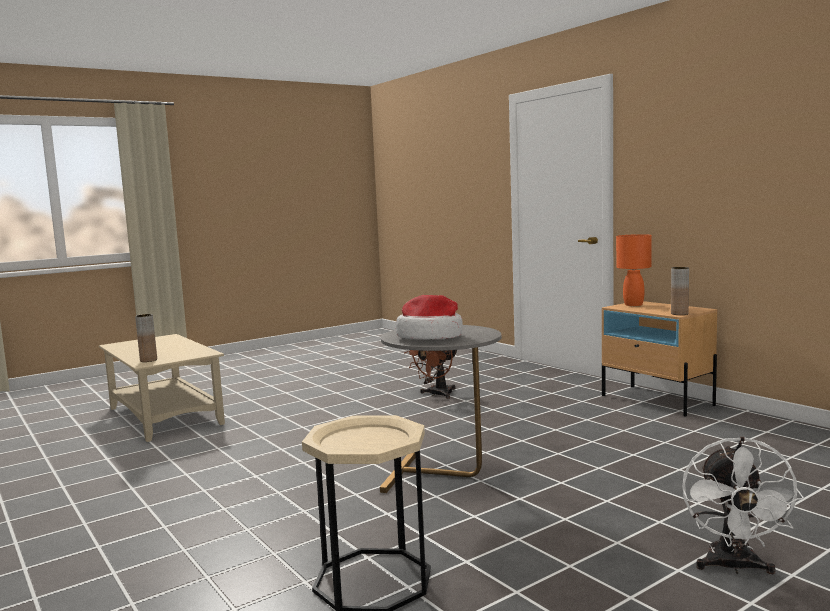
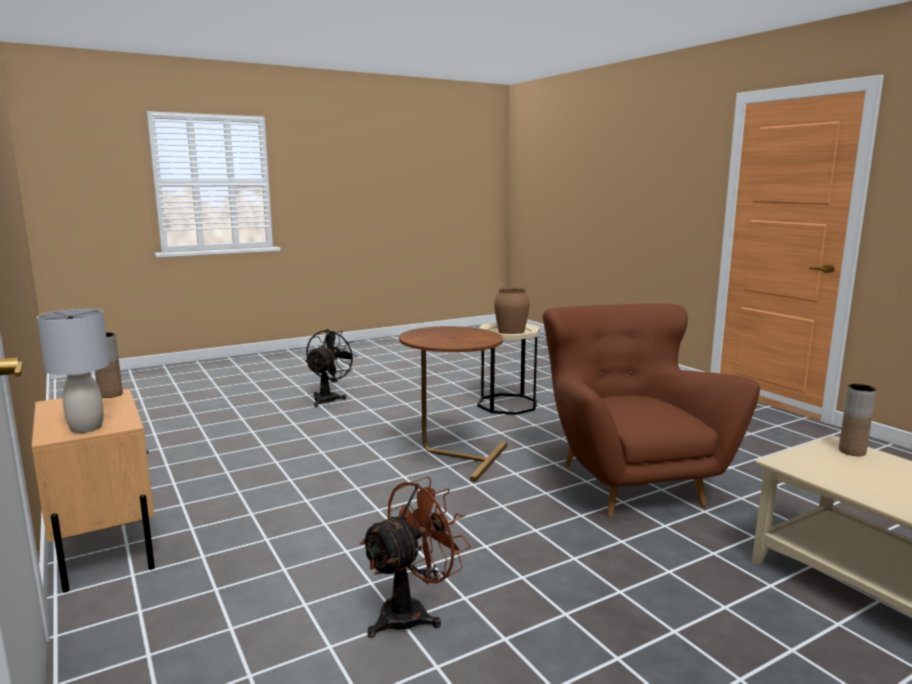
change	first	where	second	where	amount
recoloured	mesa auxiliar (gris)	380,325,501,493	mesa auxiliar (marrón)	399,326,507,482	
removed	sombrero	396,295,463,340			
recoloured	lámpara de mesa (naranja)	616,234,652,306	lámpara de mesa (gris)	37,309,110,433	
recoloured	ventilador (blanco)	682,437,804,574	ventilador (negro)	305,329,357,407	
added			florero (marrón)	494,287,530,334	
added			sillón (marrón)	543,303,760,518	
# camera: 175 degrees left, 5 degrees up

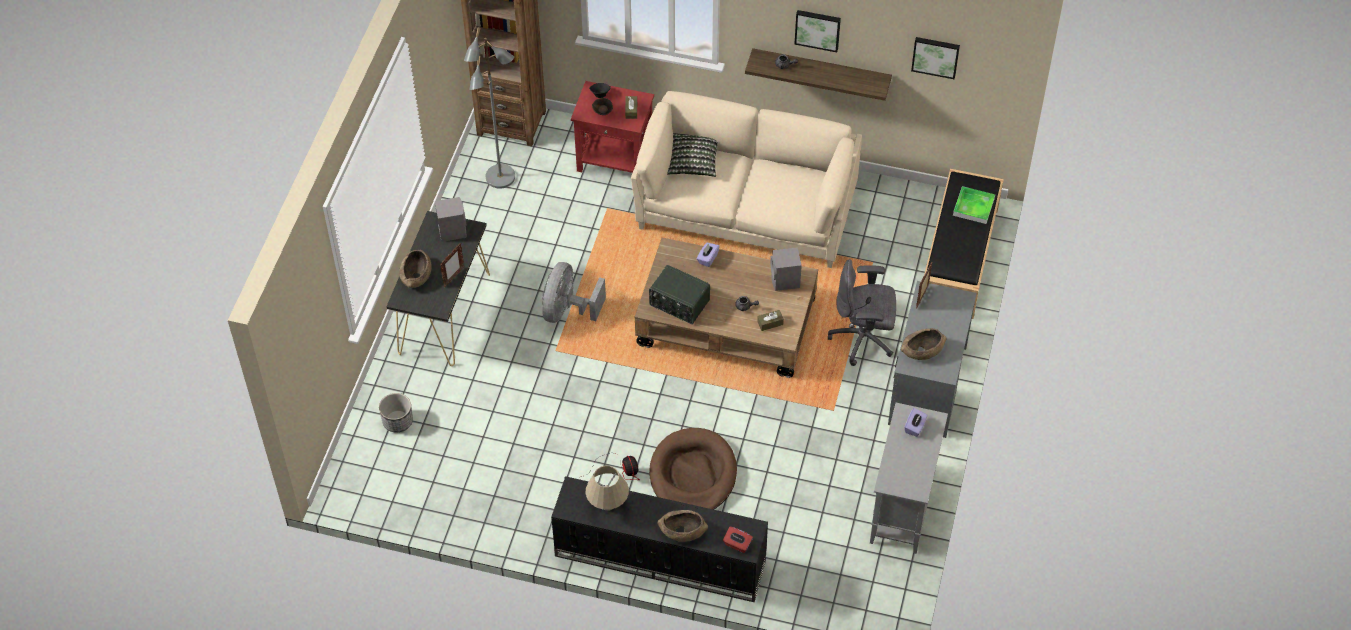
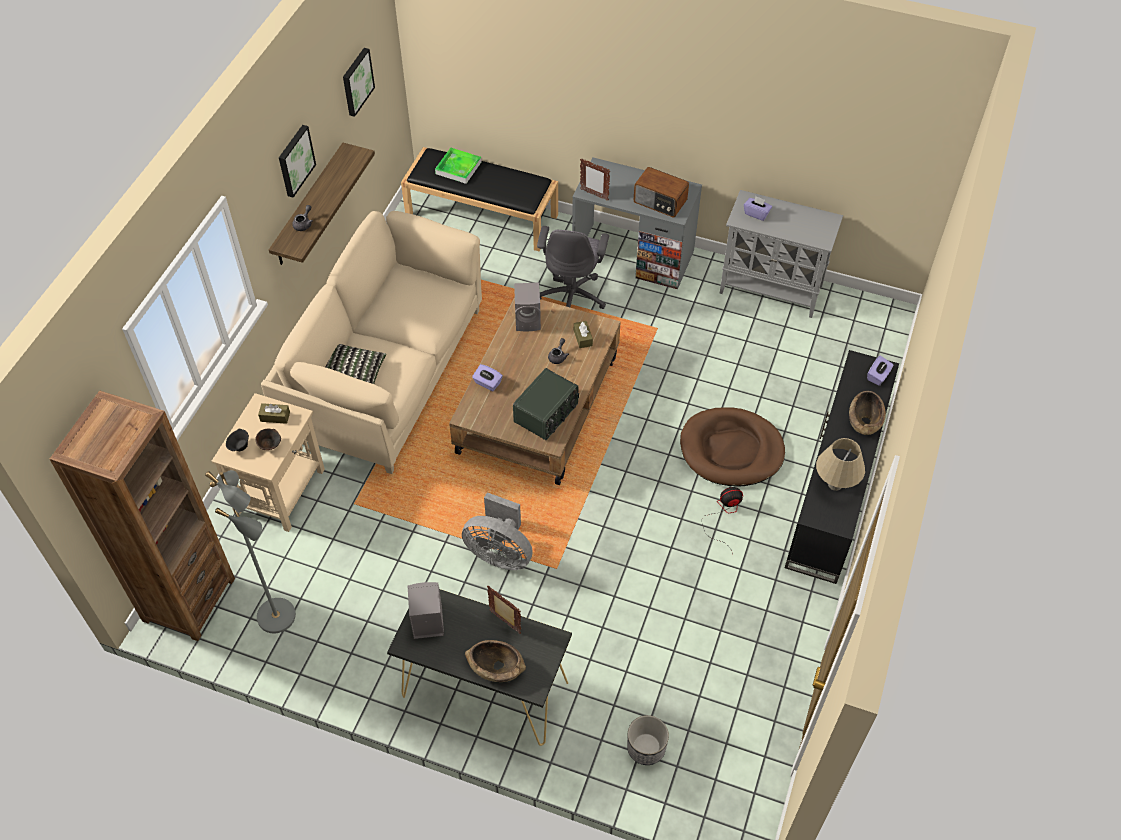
change	first	where	second	where	amount
recoloured	mesa auxiliar (rojo)	571,81,654,173	mesa auxiliar (beis)	212,393,325,532	
recoloured	caja de pañuelos (rojo)	723,527,753,553	caja de pañuelos (morado)	867,355,893,386	
replaced	cuenco (marrón)	901,328,947,360	radio	633,167,689,218	
# camera: 85 degrees left, 0 degrees up

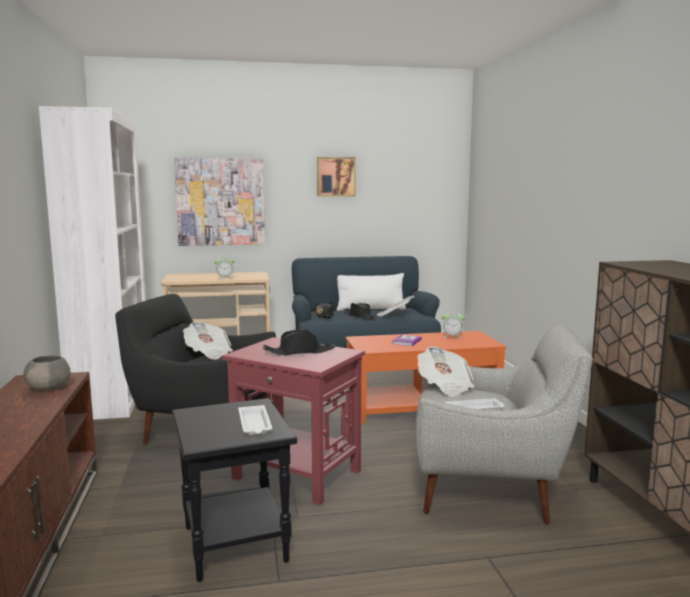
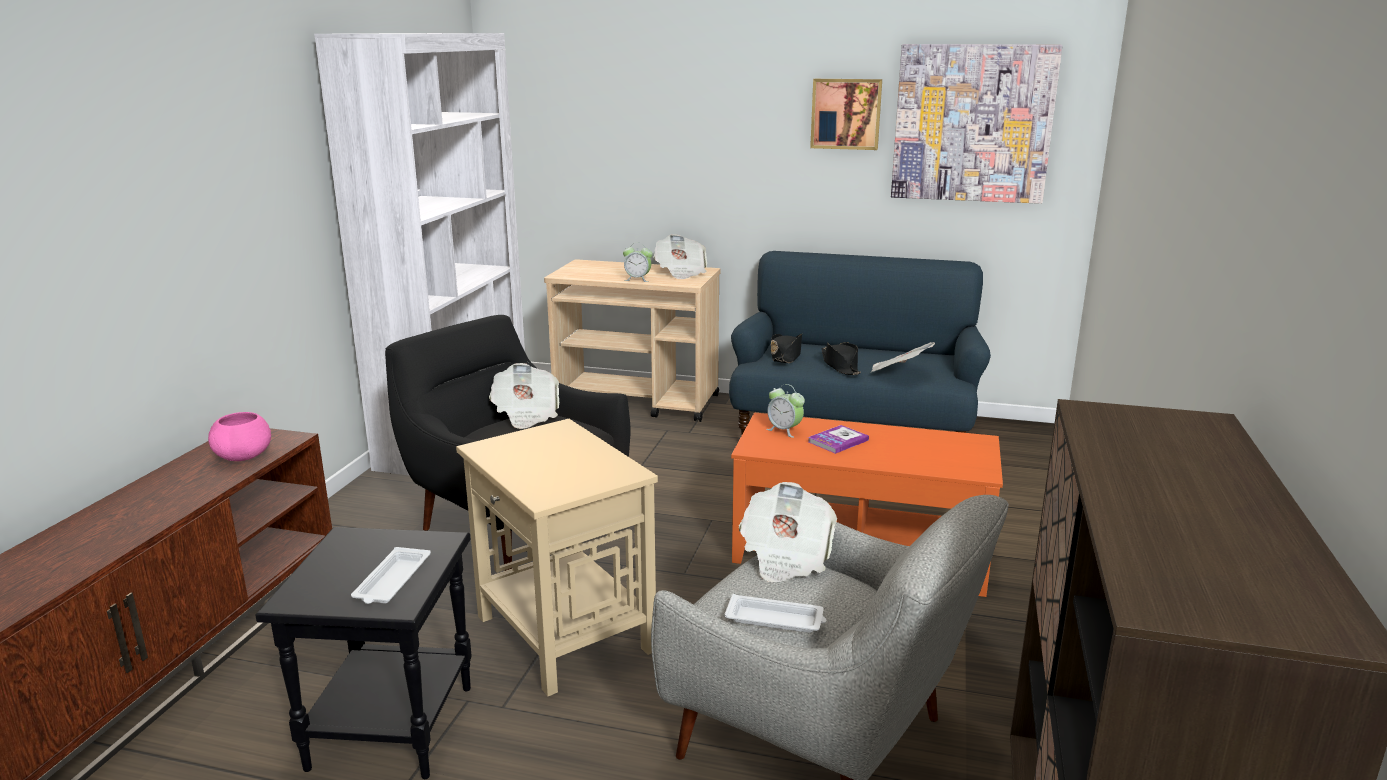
change	first	where	second	where	amount
recoloured	cuenco (gris)	23,355,71,391	cuenco (rosa)	208,412,271,461	
moved	cuadro	174,158,265,246		891,44,1062,204	
recoloured	mesa auxiliar (rojo)	222,337,365,505	mesa auxiliar (beis)	456,419,658,696	
removed	sombrero (negro)	263,330,335,356			
removed	cojín (blanco)	337,273,406,311			
moved	despertador	442,309,465,339		766,384,805,438	
added			periódico	654,234,707,279	
# camera: 25 degrees right, 10 degrees up

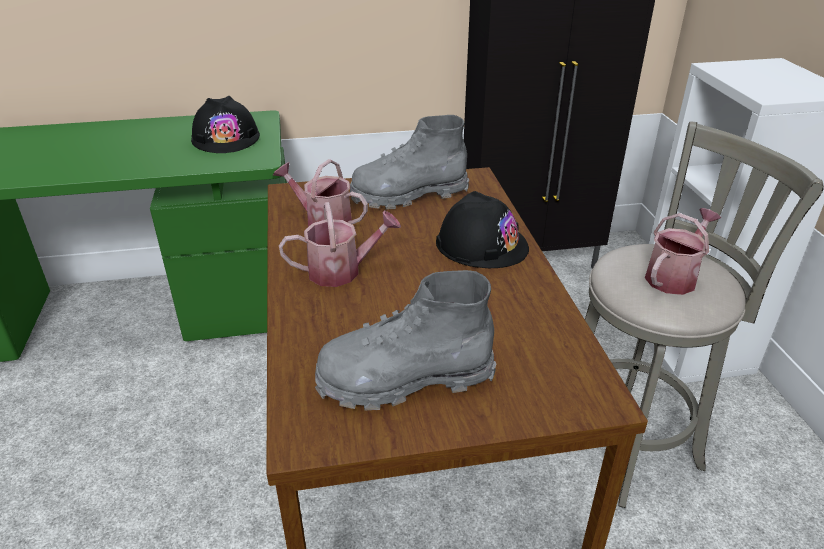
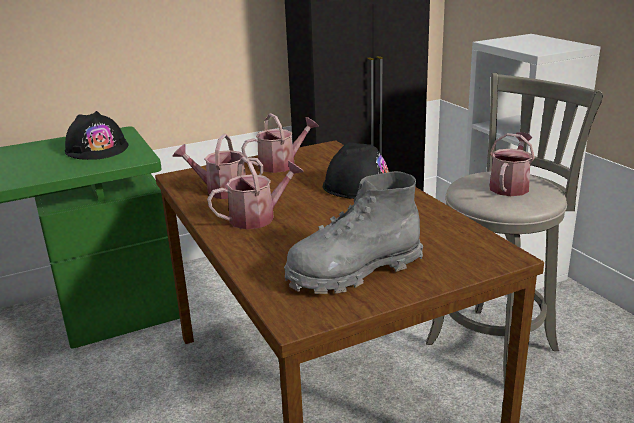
change	first	where	second	where	amount
replaced	bota (gris)	350,115,470,209	regadera	241,113,319,173	
# camera: 15 degrees left, 10 degrees down

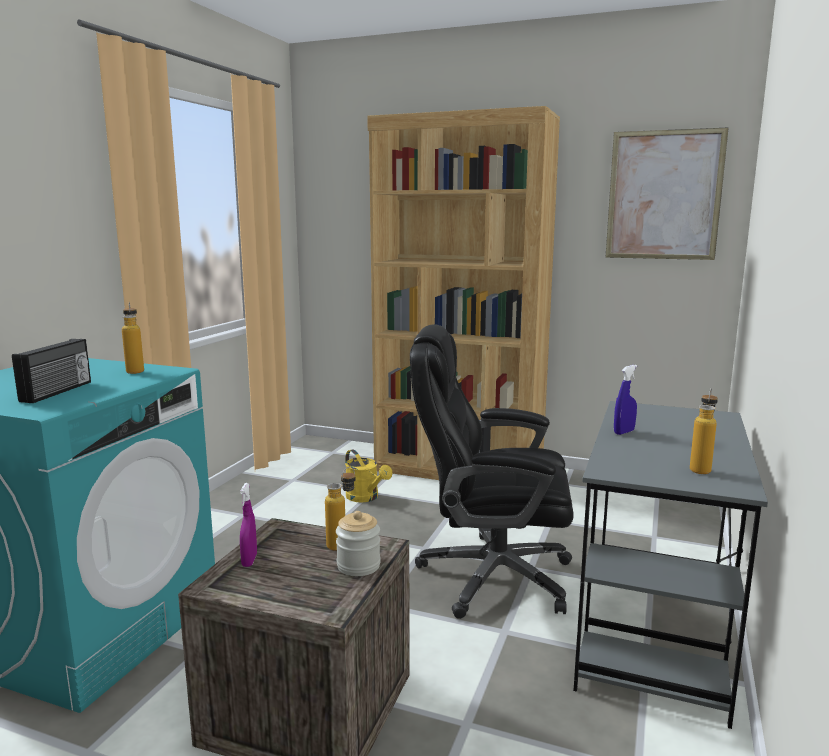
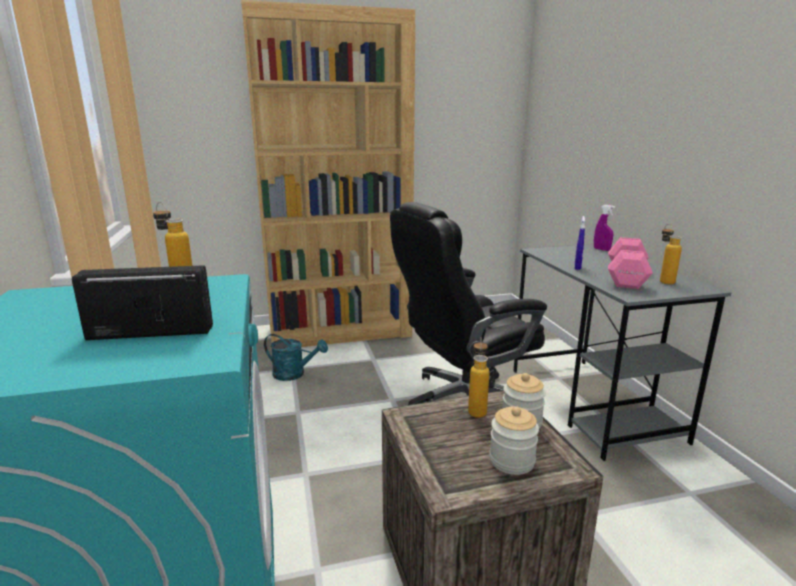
change	first	where	second	where	amount
turned	radio	12,339,91,403		72,265,213,340	75 degrees counterclockwise
moved	pulverizador (morado)	240,483,257,567		594,205,615,251	
recoloured	regadera (amarillo)	345,449,392,503	regadera (turquesa)	264,334,328,381	
removed	cuadro	606,128,729,260			
added			tarro	489,406,539,475	
added			mancuerna (rosa)	608,237,653,289	
# camera: 35 degrees left, 5 degrees up

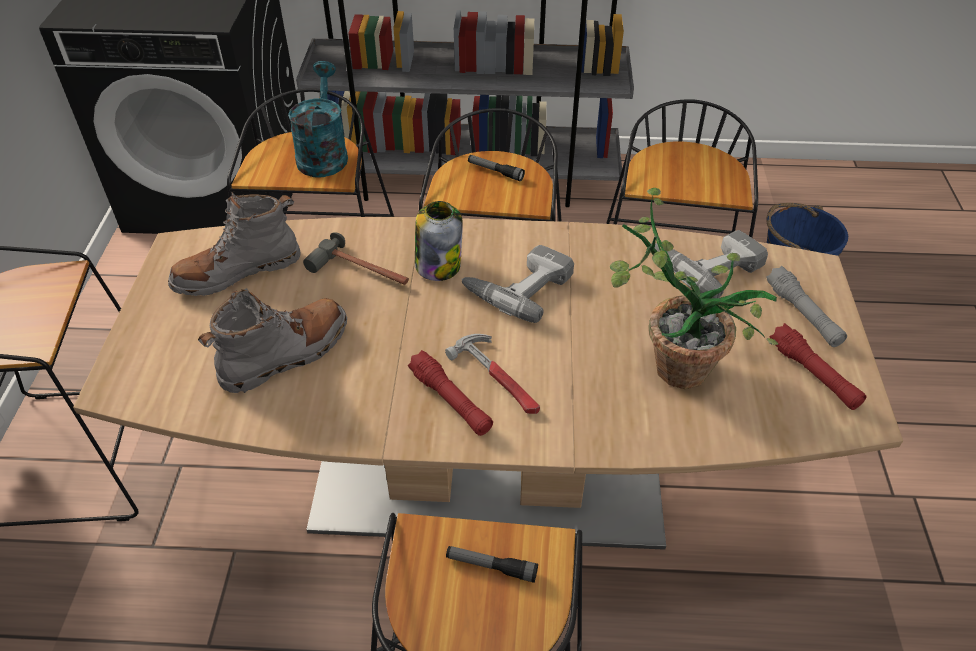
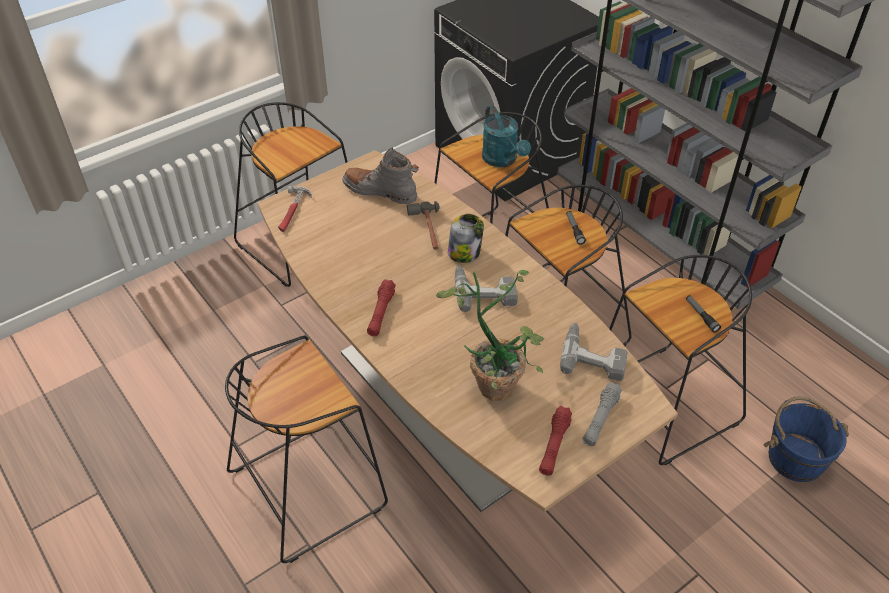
change	first	where	second	where	amount
removed	bota (gris)	198,288,347,393			
turned	regadera (turquesa)	288,61,348,178		482,105,531,167	105 degrees clockwise
moved	martillo	445,334,540,414		278,186,312,232	
moved	linterna	446,546,538,583		686,295,721,333	
# camera: 50 degrees right, 0 degrees up

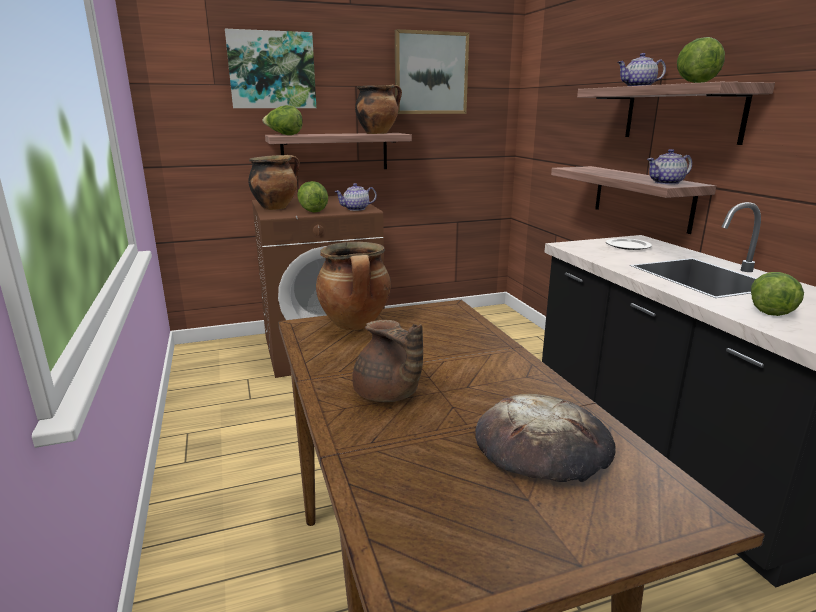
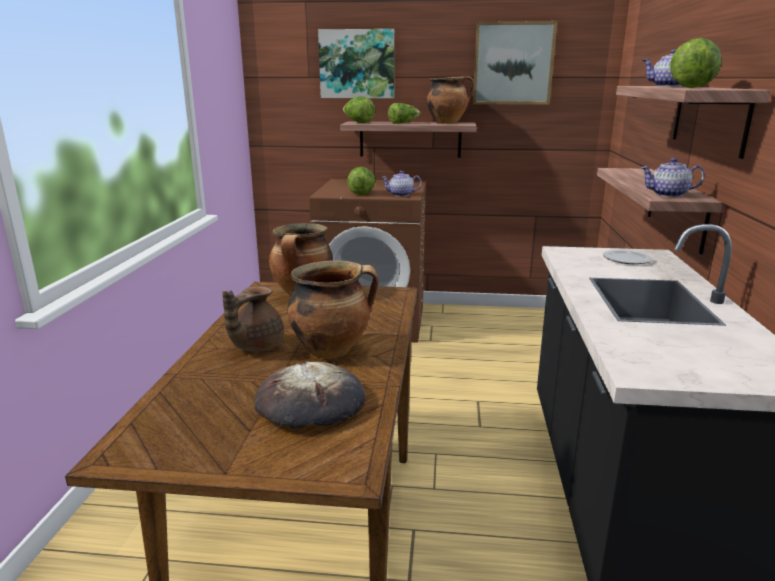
change	first	where	second	where	amount
moved	olla	248,155,300,210		288,260,378,359	
turned	tetera (marrón)	352,320,423,402		222,286,284,352	45 degrees clockwise
moved	lechuga	751,272,804,316		388,103,420,124	
# camera: 25 degrees right, 0 degrees up

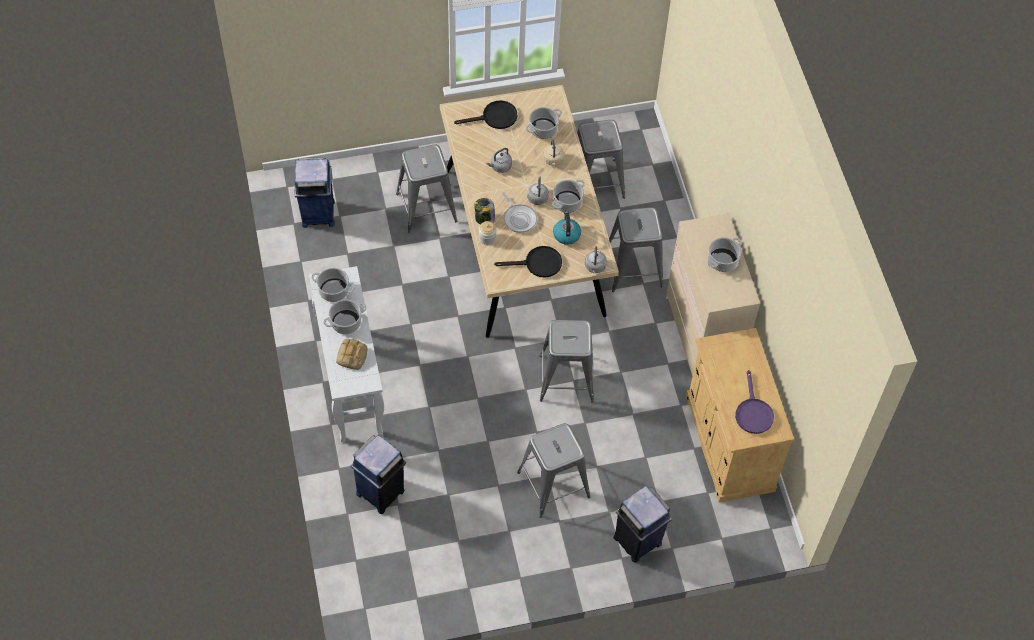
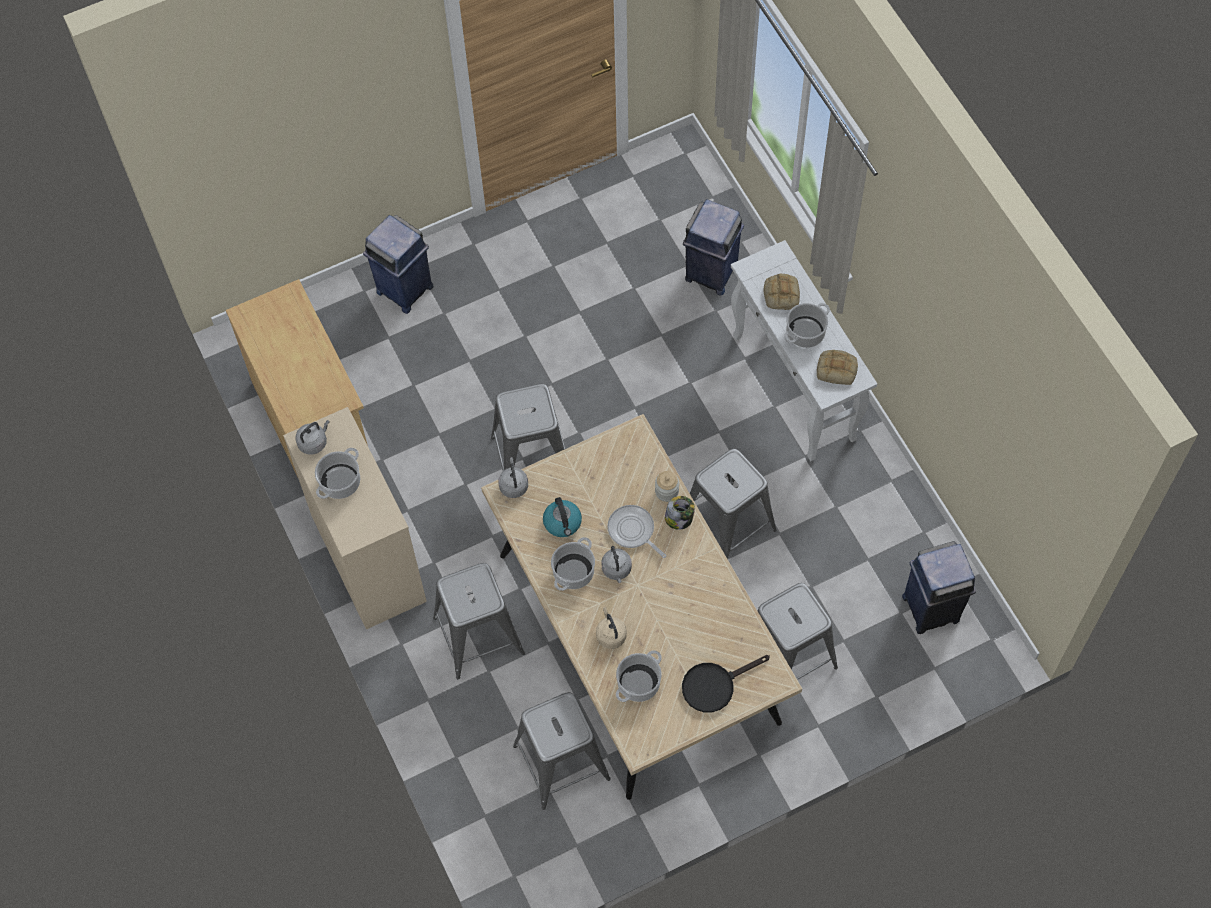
change	first	where	second	where	amount
replaced	olla	312,268,354,302	pan	817,350,858,385	
moved	hervidor (gris)	486,148,512,173		295,420,330,455	
removed	sartén (negro)	494,246,562,278			
moved	taburete (gris)	517,423,591,518		690,449,777,559	
removed	sartén (morado)	735,370,774,434			
# camera: 170 degrees right, 5 degrees up

